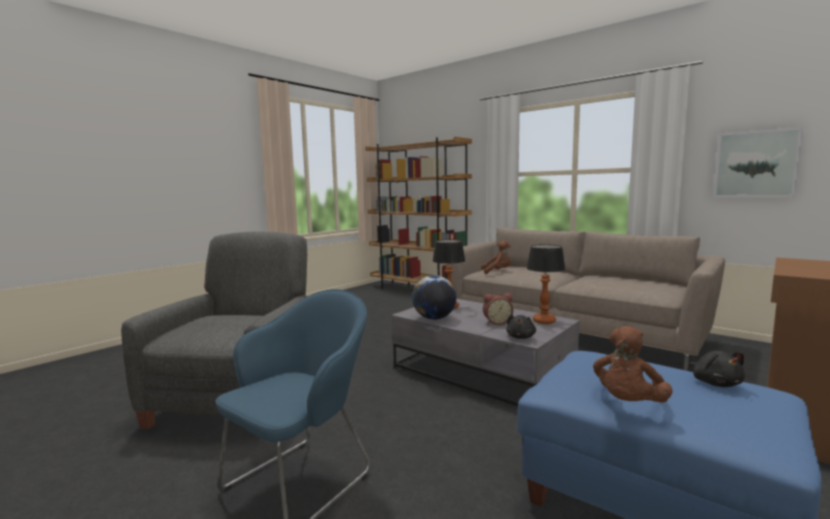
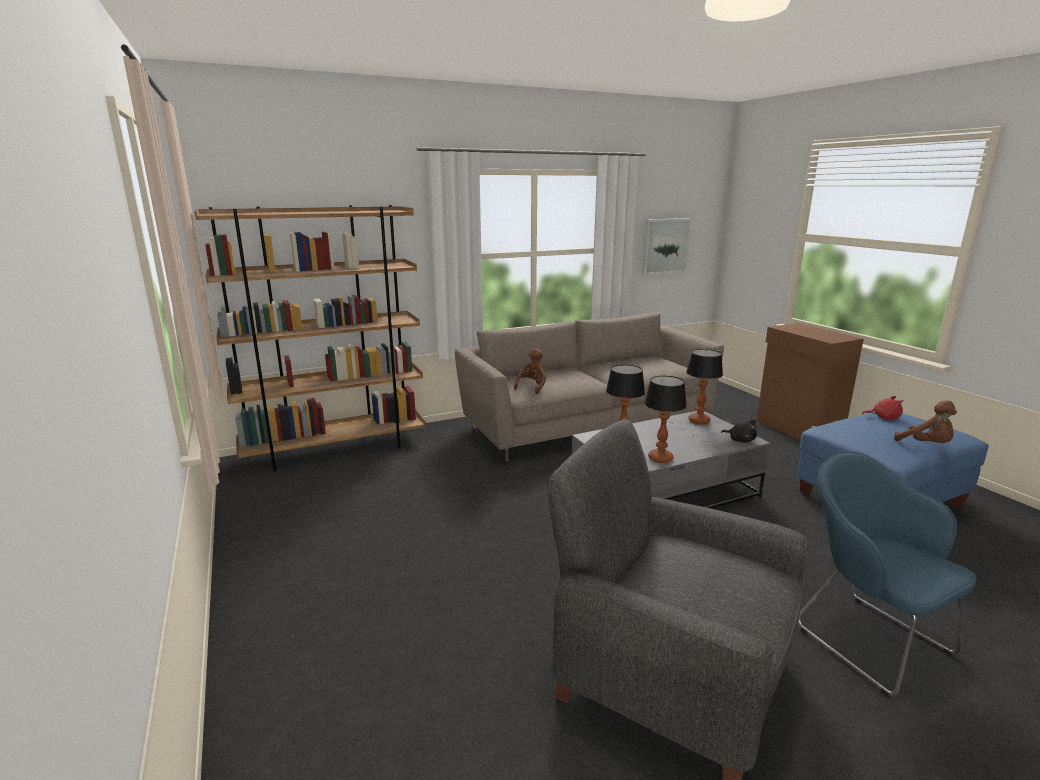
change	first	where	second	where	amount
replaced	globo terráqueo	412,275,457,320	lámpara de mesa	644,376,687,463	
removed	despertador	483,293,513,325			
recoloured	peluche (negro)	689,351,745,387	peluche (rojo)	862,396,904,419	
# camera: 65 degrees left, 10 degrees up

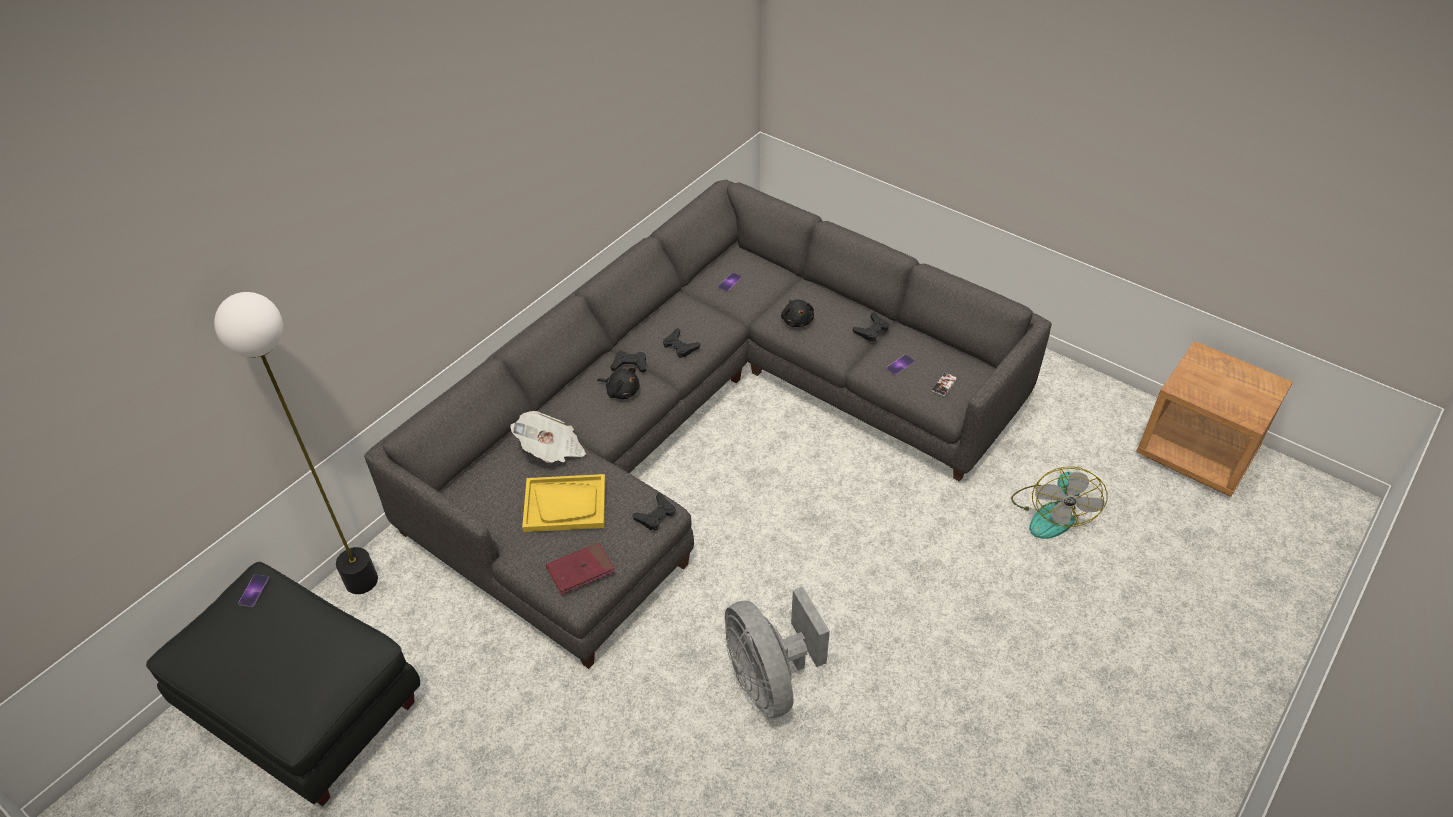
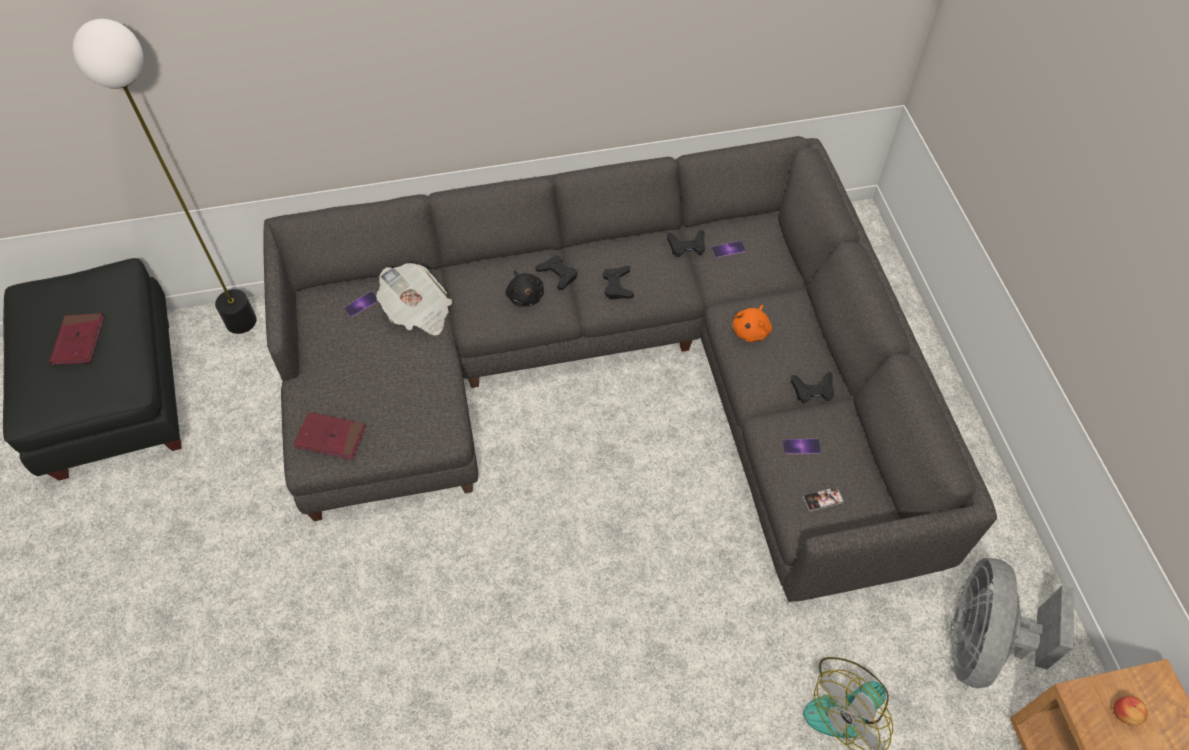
change	first	where	second	where	amount
moved	móvil	238,575,269,607		344,291,379,317	
removed	bandeja (amarillo)	522,474,605,532			
moved	mando de consola (negro)	632,493,676,531		667,230,705,257	
moved	ventilador (gris)	725,587,830,718		950,558,1075,688	
recoloured	peluche (negro)	781,299,814,327	peluche (naranja)	732,305,772,342	
added			libro (rojo)	49,313,104,365	
added			manzana	1113,696,1148,726	
# camera: 40 degrees right, 10 degrees up

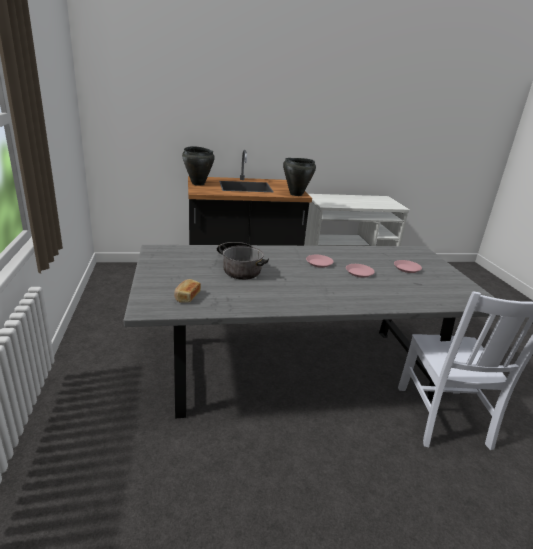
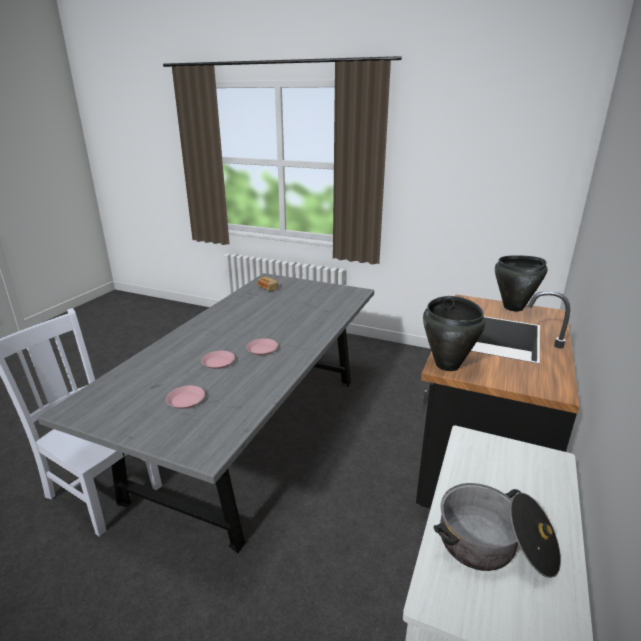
change	first	where	second	where	amount
moved	olla	217,242,269,280		434,483,561,578	
# camera: 125 degrees right, 0 degrees up

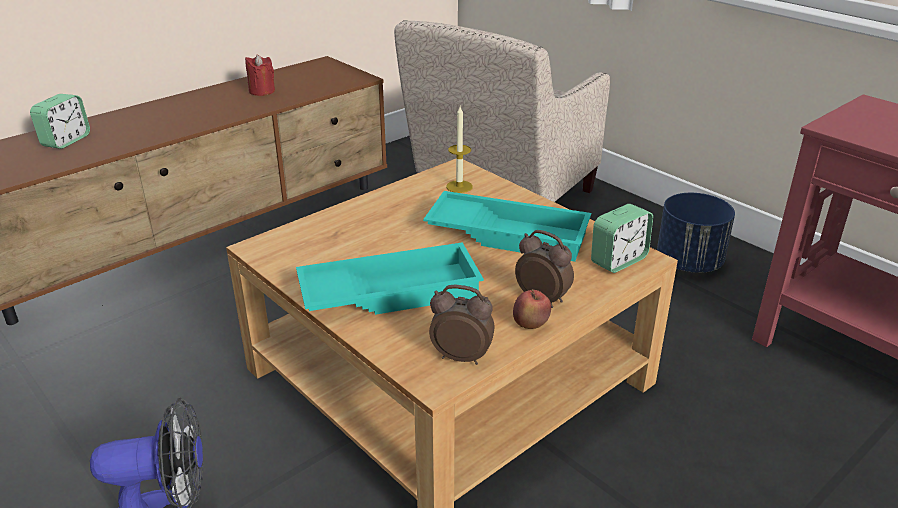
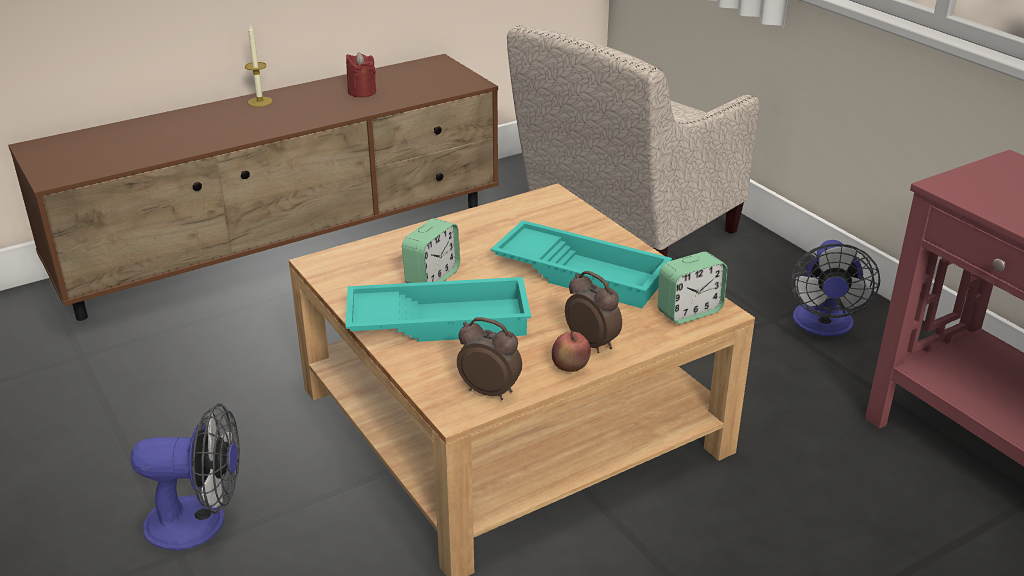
change	first	where	second	where	amount
moved	despertador	30,94,90,149		402,218,460,283	
moved	vela	446,106,473,193		245,25,273,107	
replaced	maceta (azul)	657,193,735,273	ventilador	790,240,880,336	
# camera: 10 degrees right, 0 degrees up

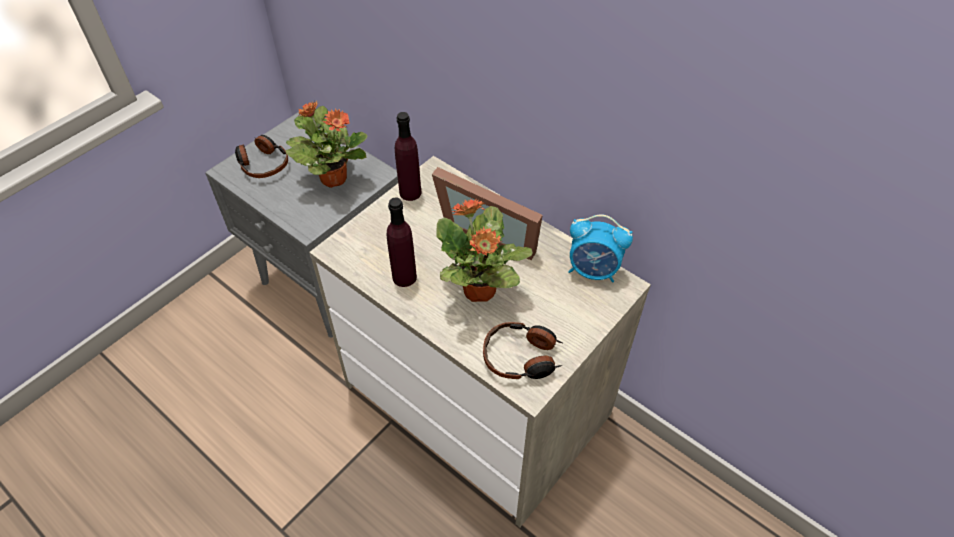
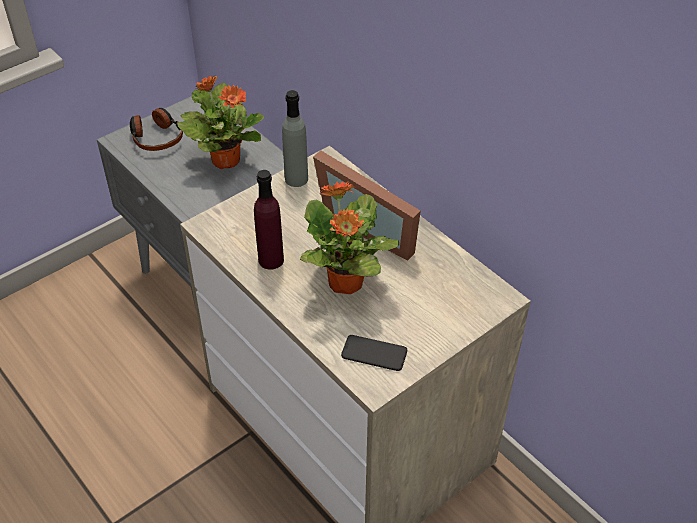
change	first	where	second	where	amount
recoloured	botella (morado)	395,112,421,201	botella (gris)	282,90,308,187	
replaced	auriculares	483,322,563,379	móvil	341,335,407,371	
removed	despertador	568,215,633,283			
# camera: 10 degrees right, 5 degrees down

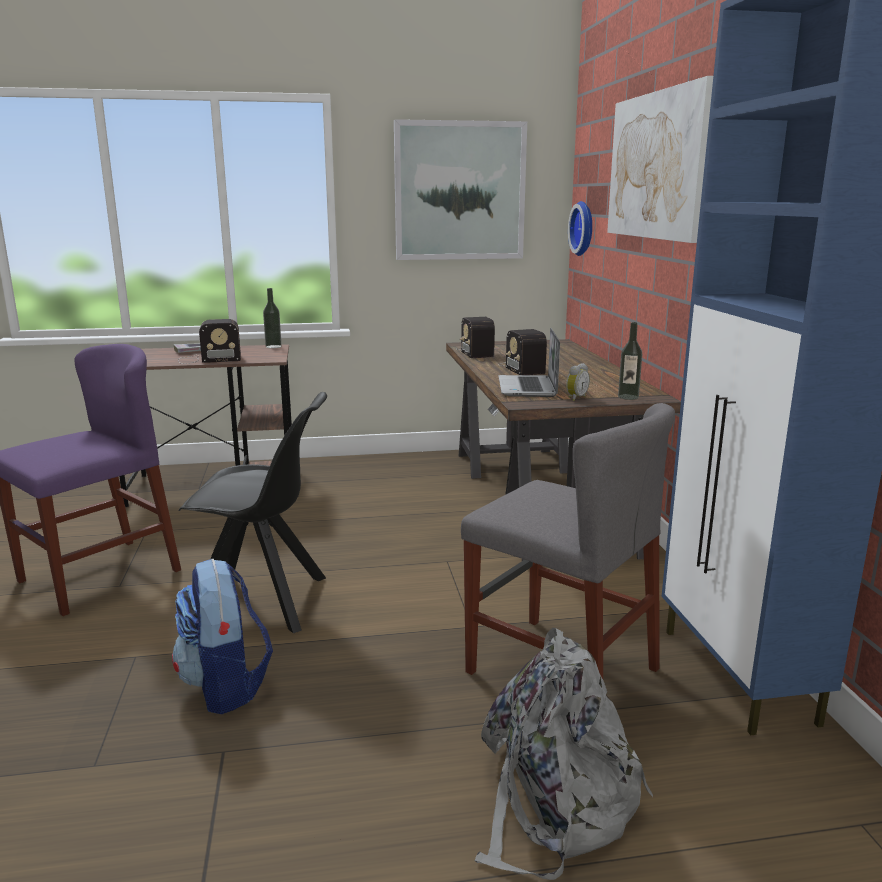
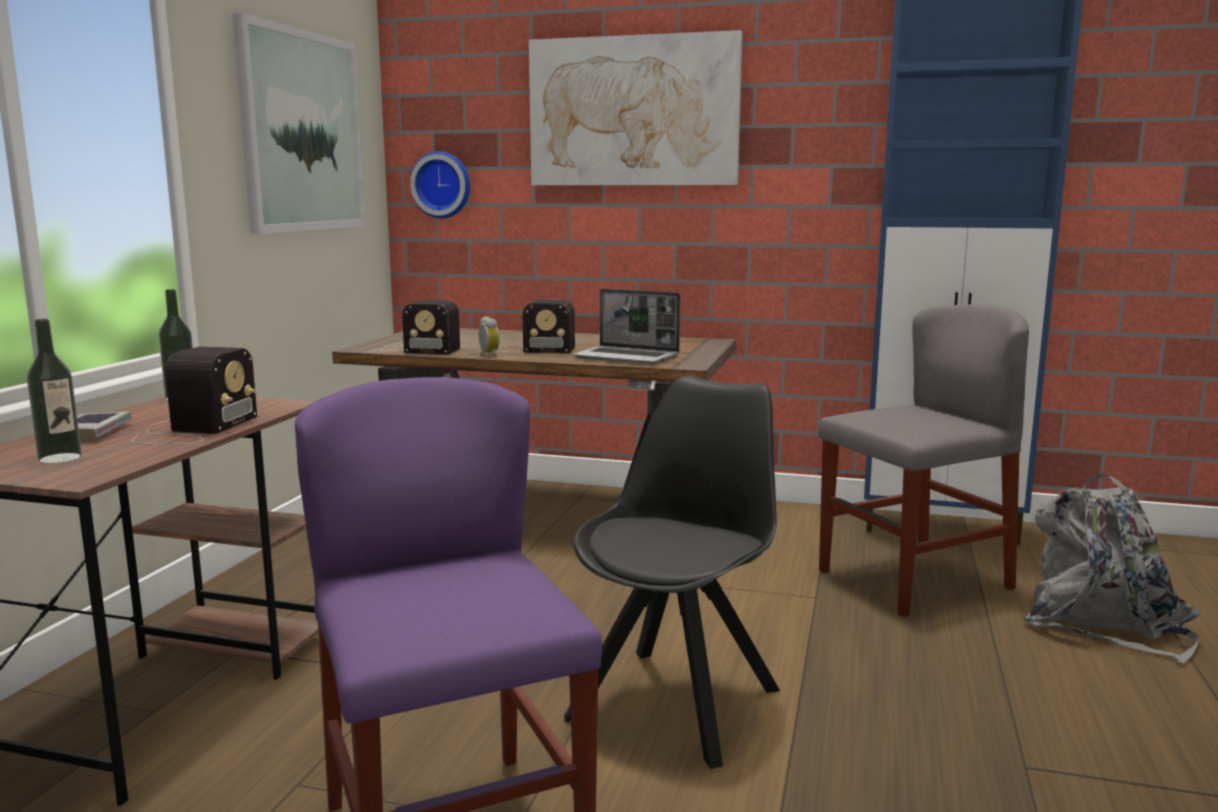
change	first	where	second	where	amount
removed	mochila	172,559,273,714			
moved	despertador	566,363,590,401		479,316,499,357	
moved	botella	618,322,642,400		27,319,82,464	
# camera: 65 degrees left, 5 degrees down

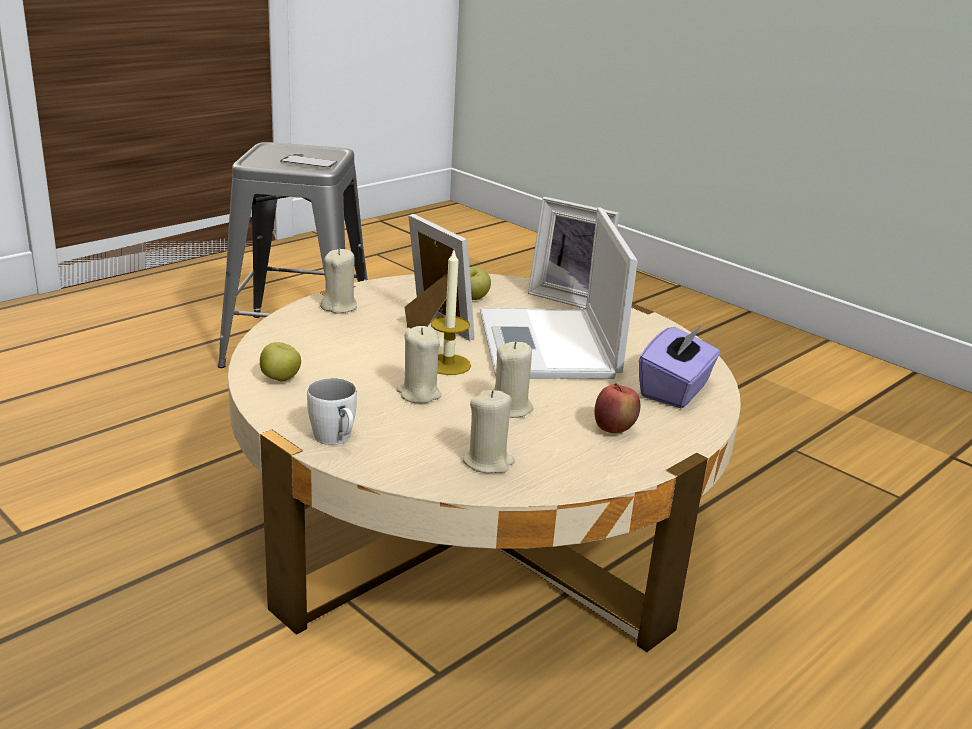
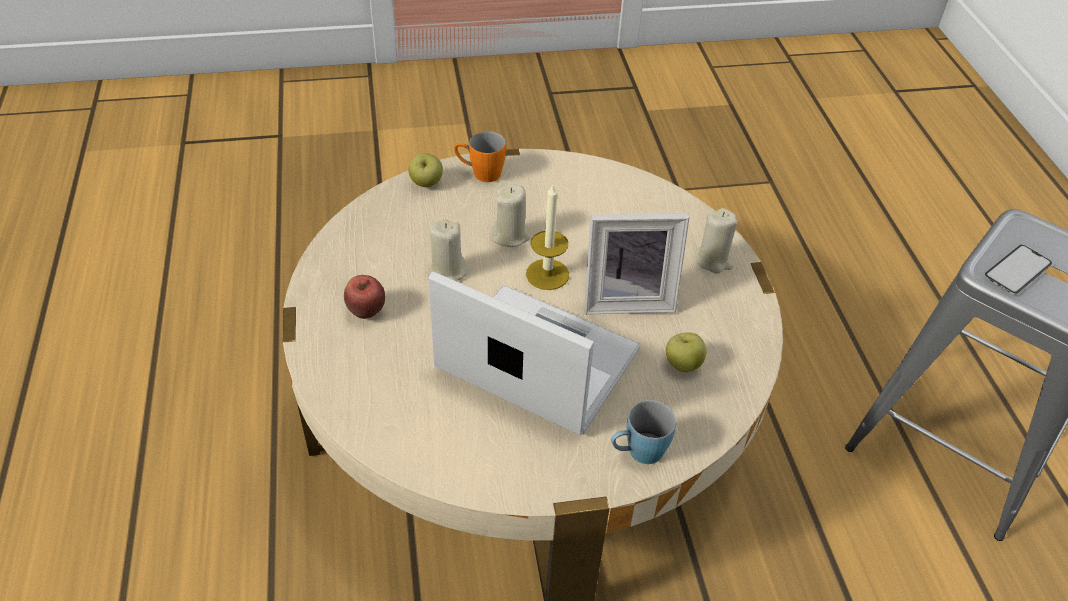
change	first	where	second	where	amount
moved	manzana	260,342,301,381		408,153,443,187	
recoloured	taza grande (blanco)	307,378,357,445	taza grande (naranja)	454,131,506,182	
removed	vela (beis)	462,390,515,473			
replaced	portarretratos	528,197,620,309	taza grande (azul)	611,400,676,464	
removed	caja de pañuelos (morado)	639,324,721,408			
# camera: 125 degrees right, 20 degrees up

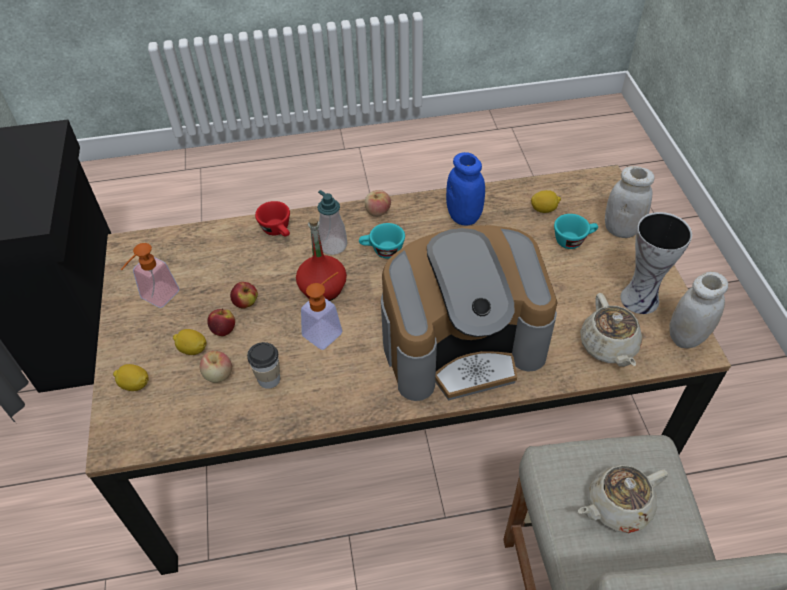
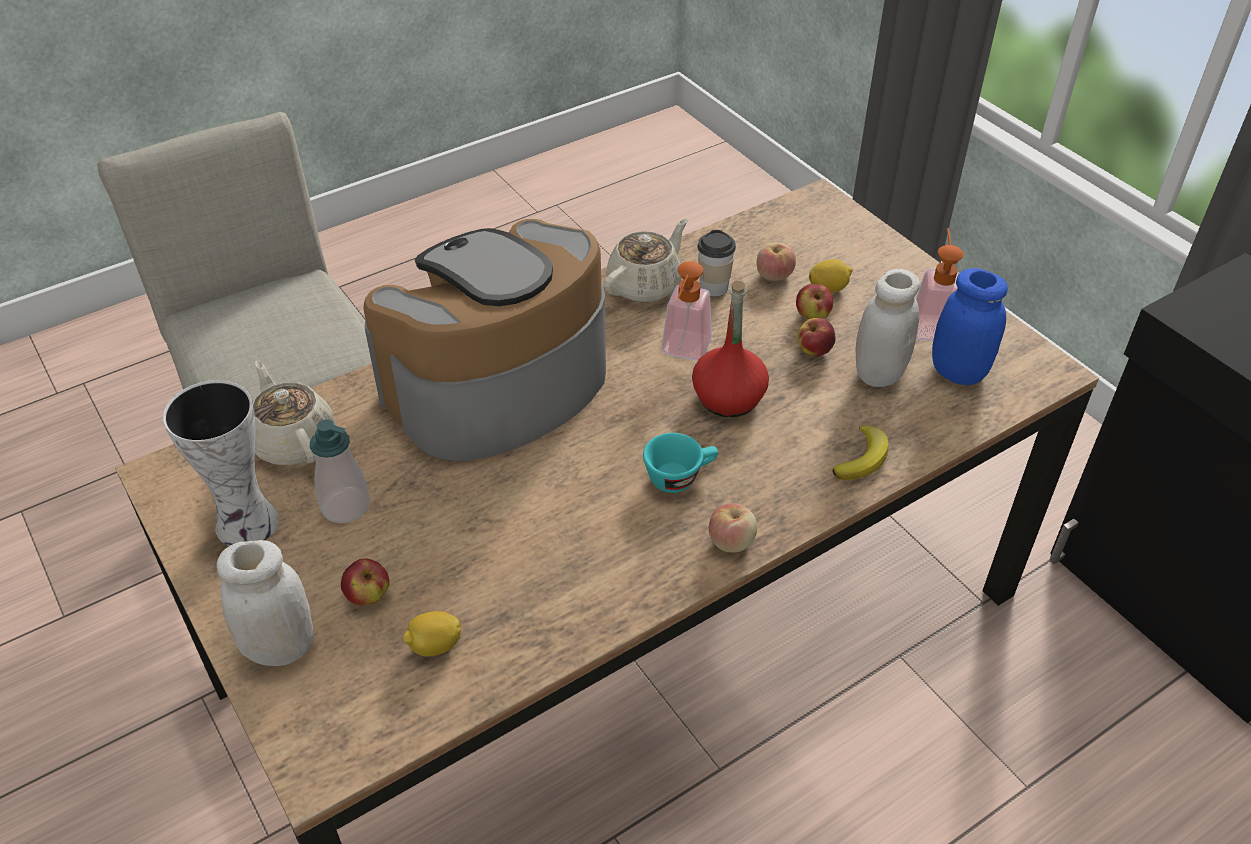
change	first	where	second	where	amount
removed	limón	113,364,149,391			
replaced	taza (rojo)	255,201,290,237	plátano	832,425,888,480	
moved	dispensador de jabón	317,190,347,255		310,419,370,523	
moved	tarro (azul)	446,152,485,226		932,268,1008,385	
replaced	taza (turquesa)	554,214,598,249	manzana	341,559,390,606	
moved	tetera (beis)	578,465,668,533		604,218,688,303	
moved	tarro (blanco)	669,272,728,349		856,269,920,387	
# camera: 155 degrees right, 5 degrees down

